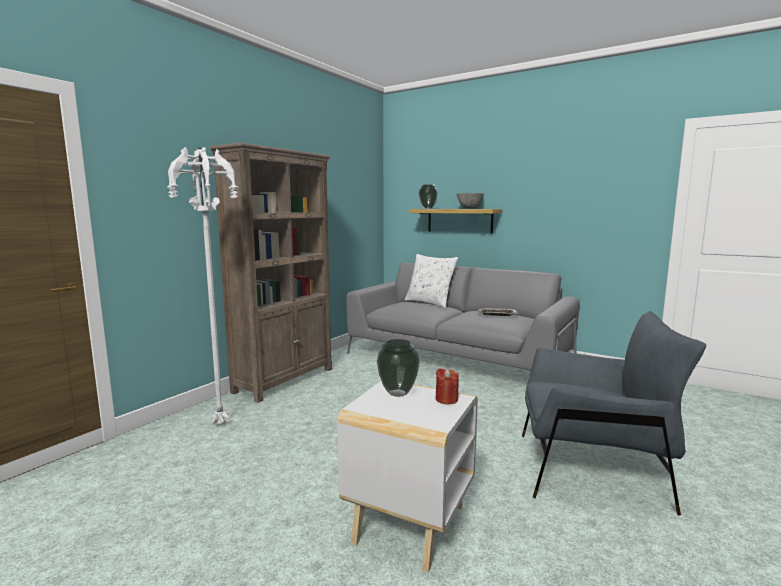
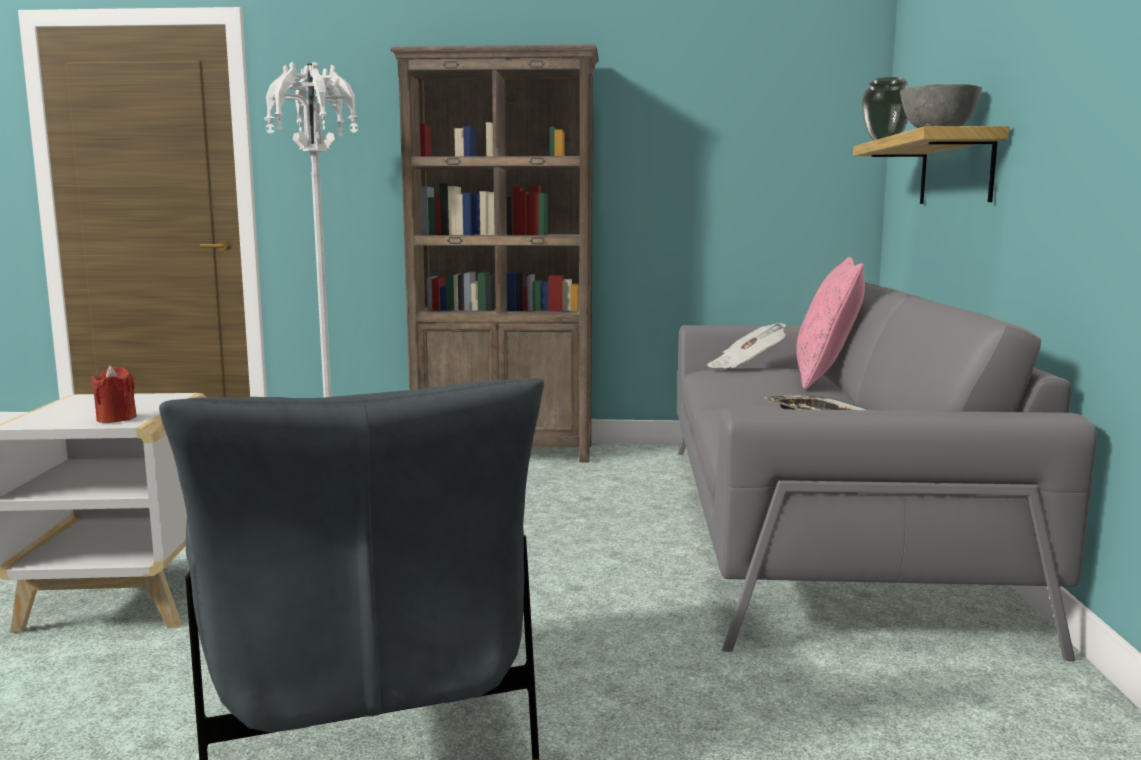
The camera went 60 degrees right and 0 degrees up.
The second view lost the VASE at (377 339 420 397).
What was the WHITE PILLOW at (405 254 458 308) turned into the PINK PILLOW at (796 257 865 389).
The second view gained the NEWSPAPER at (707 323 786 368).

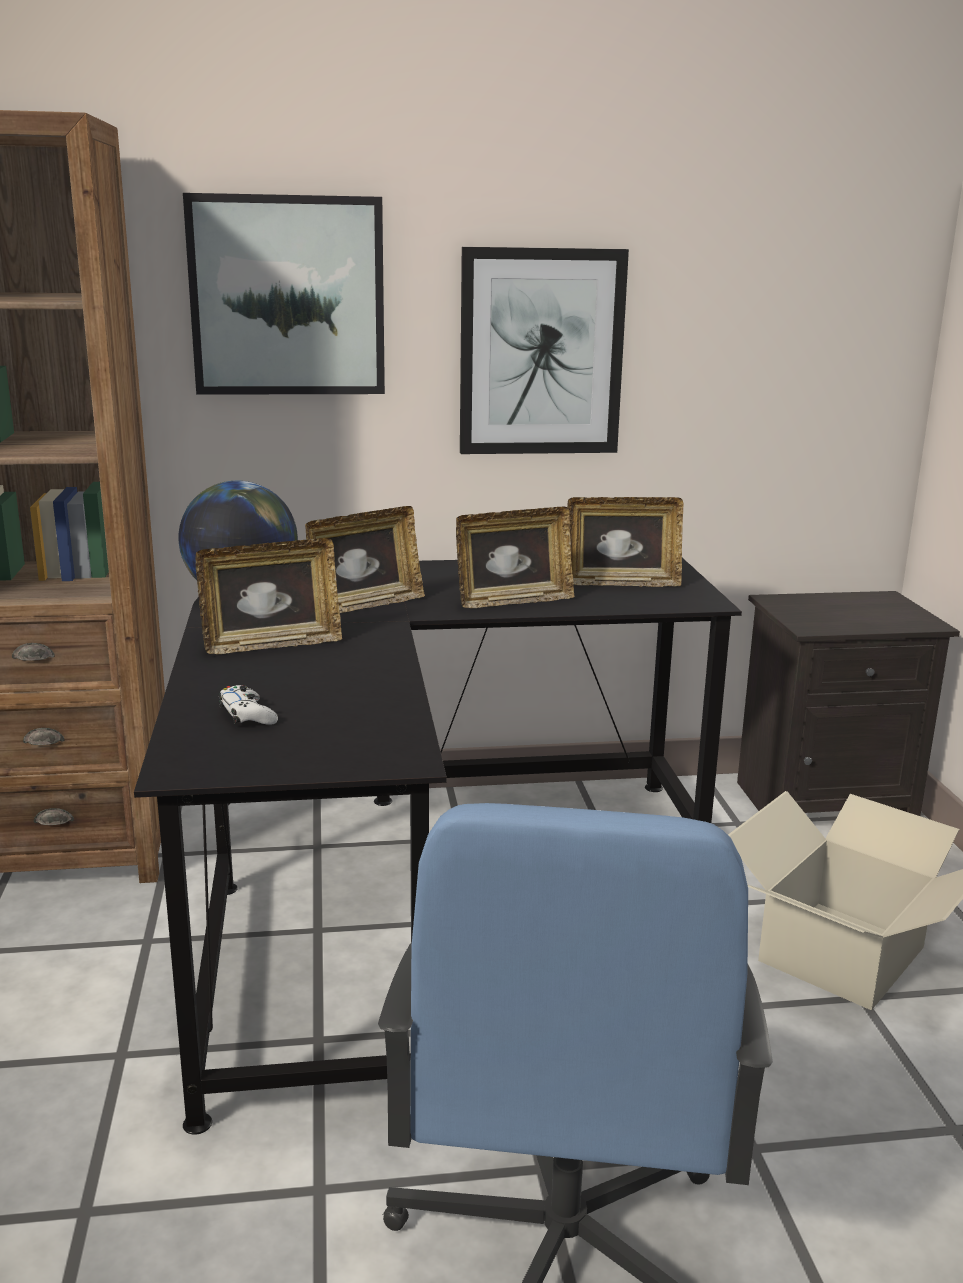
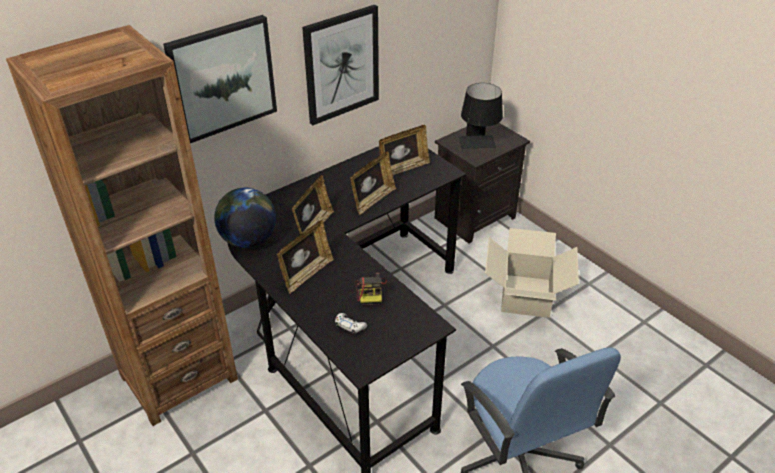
The camera went 30 degrees left and 20 degrees up.
The second view gained the PHOTO CAMERA at (355 273 387 306).
The second view gained the BLACK TABLE LAMP at (459 83 503 149).

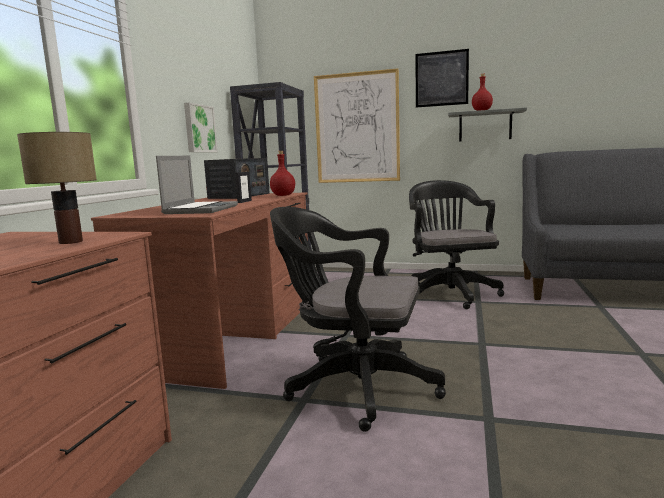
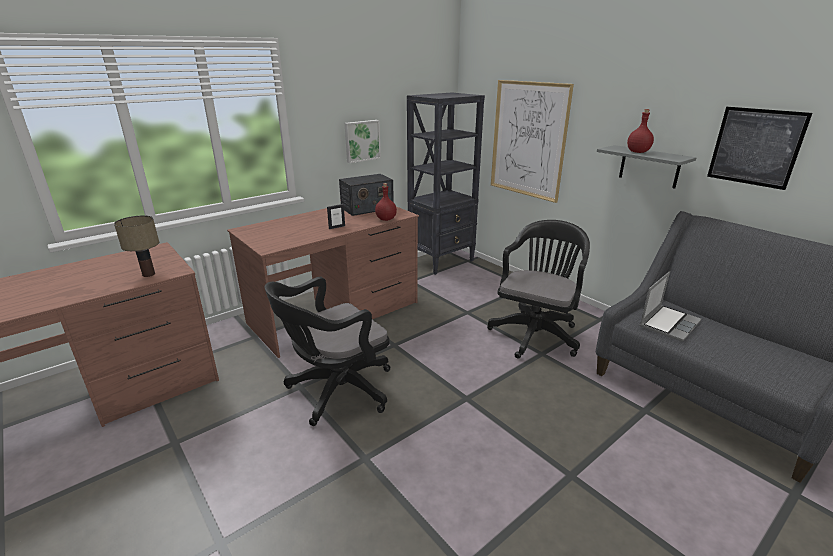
The camera went 35 degrees right and 15 degrees up.
The LAPTOP ended up elsewhere, having gone from (156 156 238 214) to (640 271 701 342).
The BLACK OFFICE CHAIR at (270 207 446 432) ended up facing another way, 90 degrees counterclockwise from before.
The PICTURE ended up elsewhere, having gone from (415 49 469 108) to (707 107 813 190).

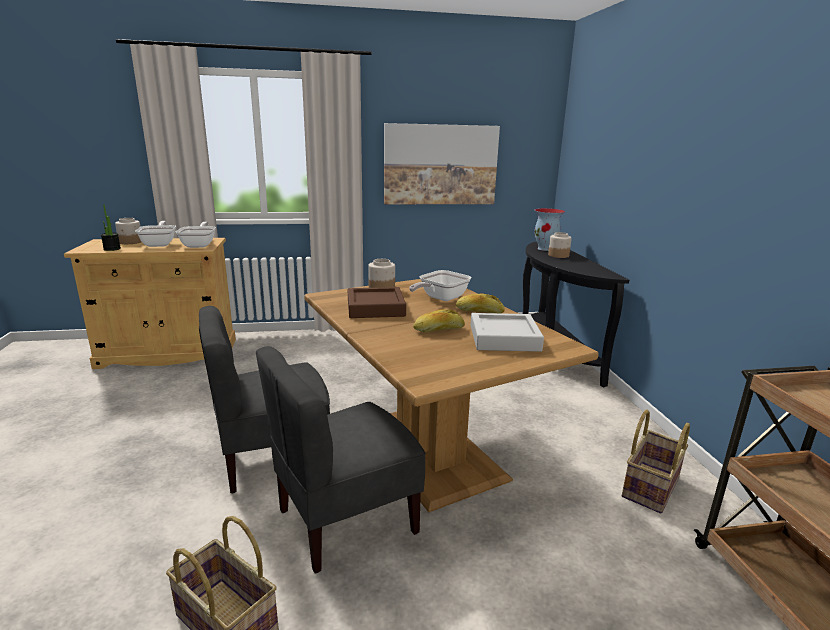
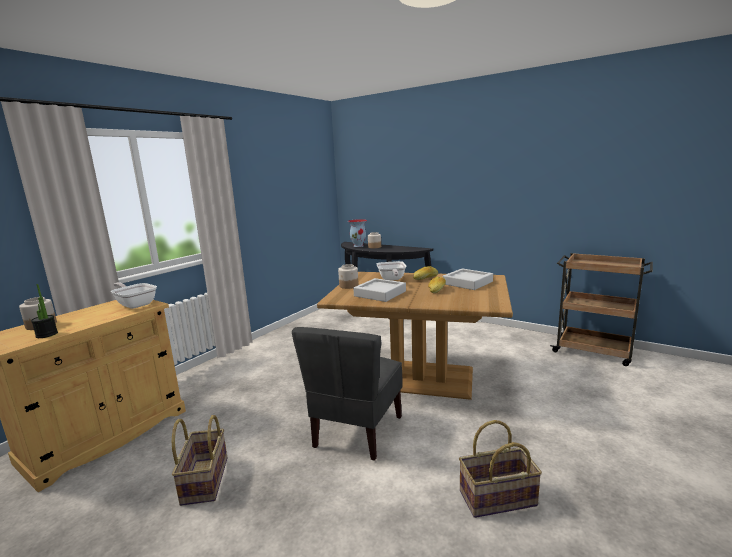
The camera went 45 degrees left and 5 degrees down.
The second view lost the FRYING PAN at (135 221 176 247).
The second view lost the GREY CHAIR at (256 346 426 573).
What was the BROWN TRAY at (348 287 406 318) turned into the GREY TRAY at (353 278 406 302).
The second view lost the PICTURE at (384 123 500 204).
The BASKET ended up elsewhere, having gone from (622 410 690 514) to (172 415 228 506).

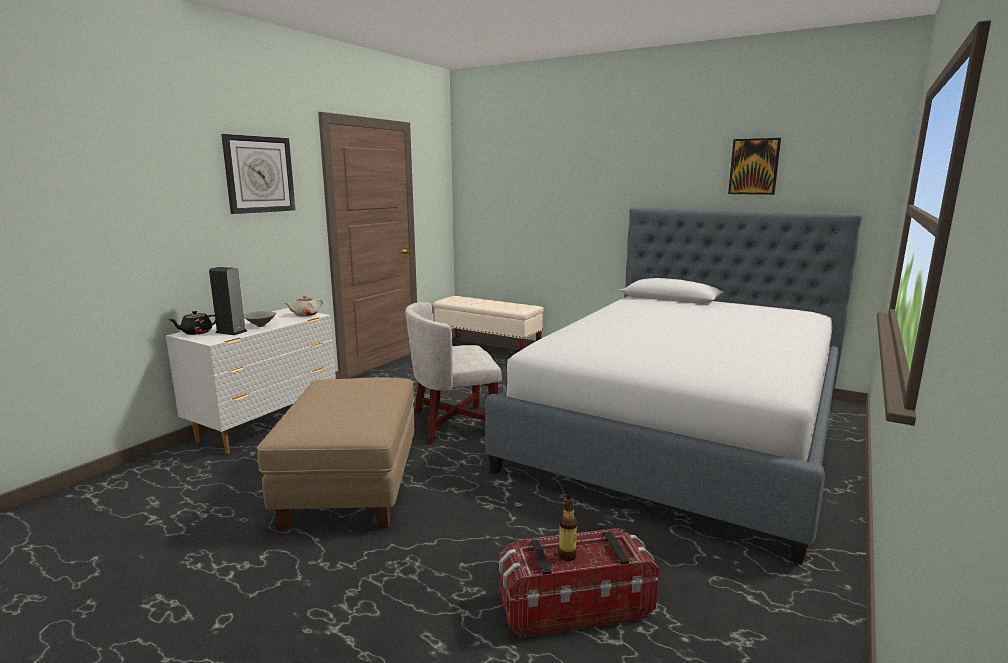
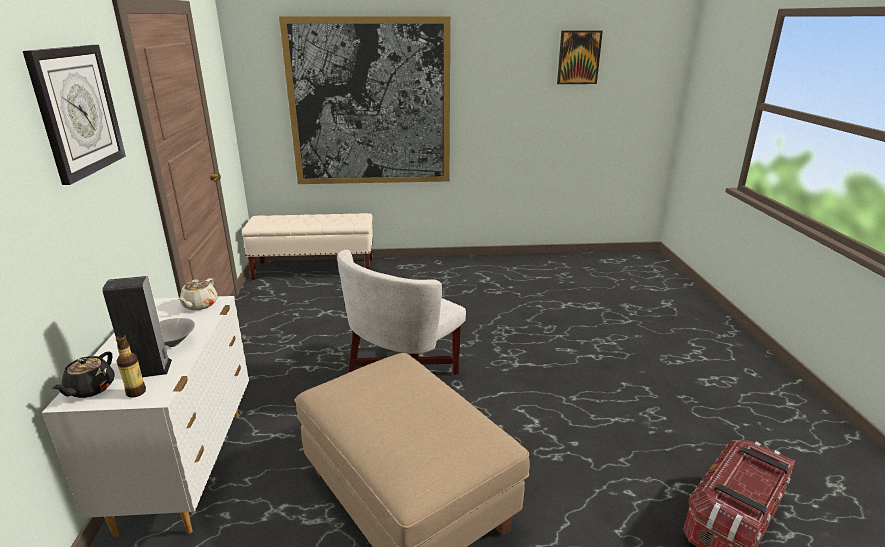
The camera went 35 degrees left and 10 degrees up.
The second view lost the BED at (485 207 862 565).
The BOTTLE ended up elsewhere, having gone from (558 496 577 561) to (116 335 146 398).
The second view gained the PICTURE at (279 17 450 184).

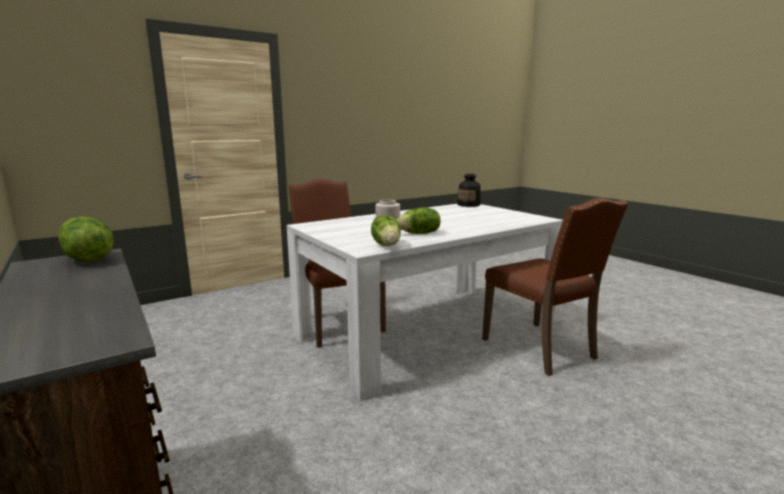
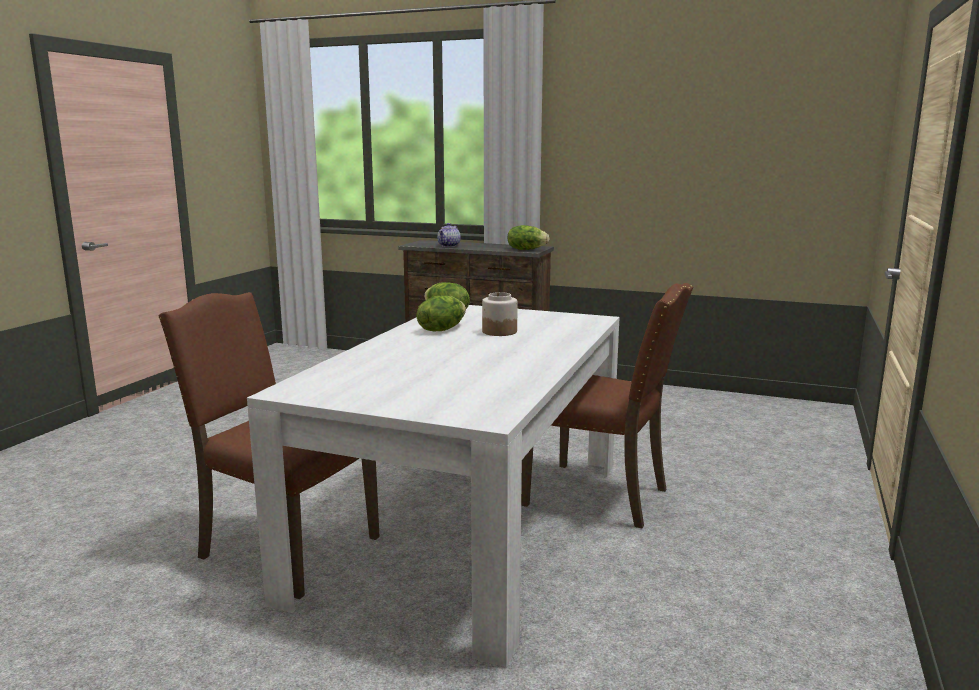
The camera went 145 degrees right and 0 degrees up.
The second view lost the BOTTLE at (457 173 480 207).
The second view gained the TEAPOT at (437 223 461 247).

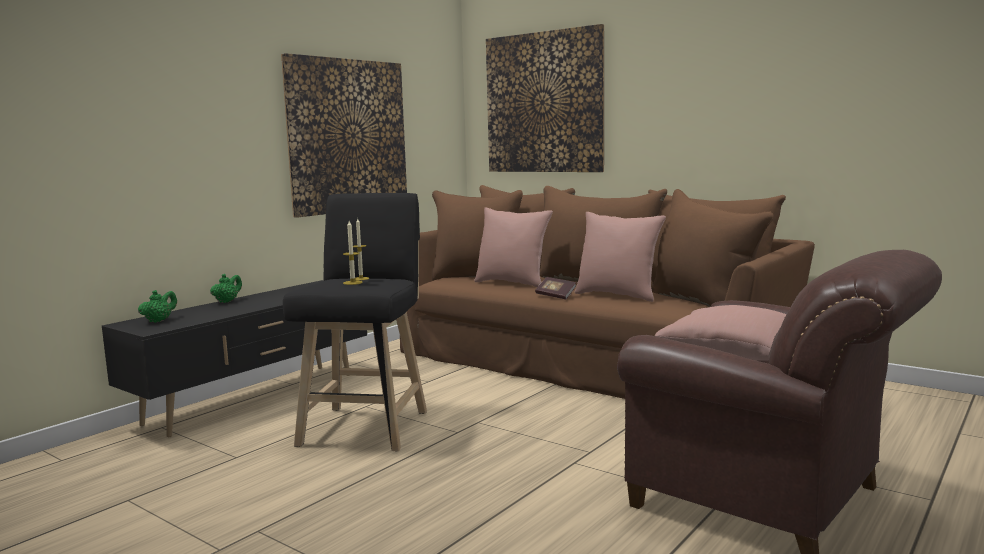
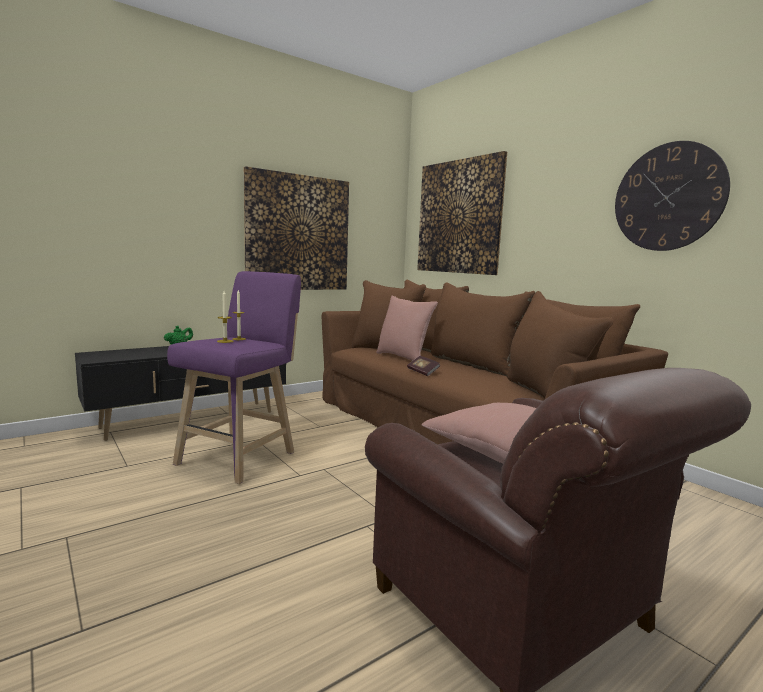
The camera went 15 degrees right and 0 degrees up.
The second view lost the GREEN TEAPOT at (138 290 177 323).
What was the BLACK STOOL at (283 193 427 452) turned into the PURPLE STOOL at (167 271 301 484).
The second view lost the PINK PILLOW at (575 212 666 302).
The second view gained the WALL CLOCK at (615 141 730 251).

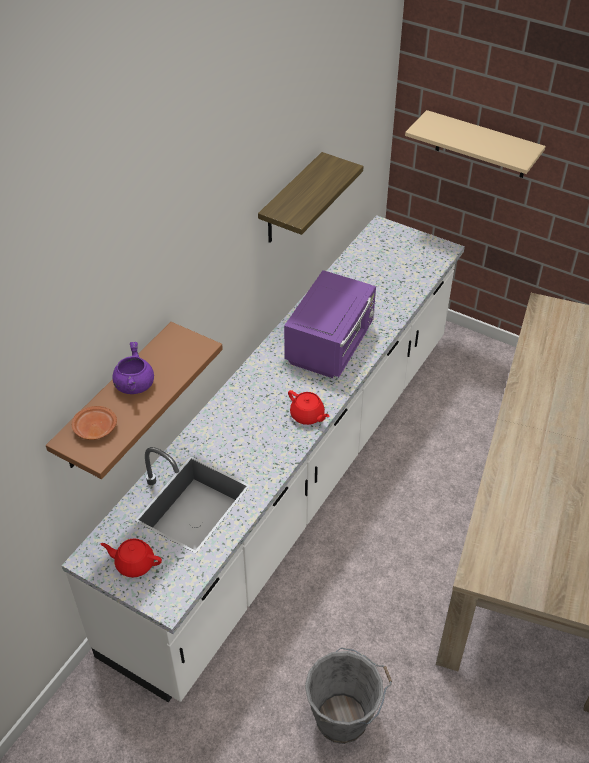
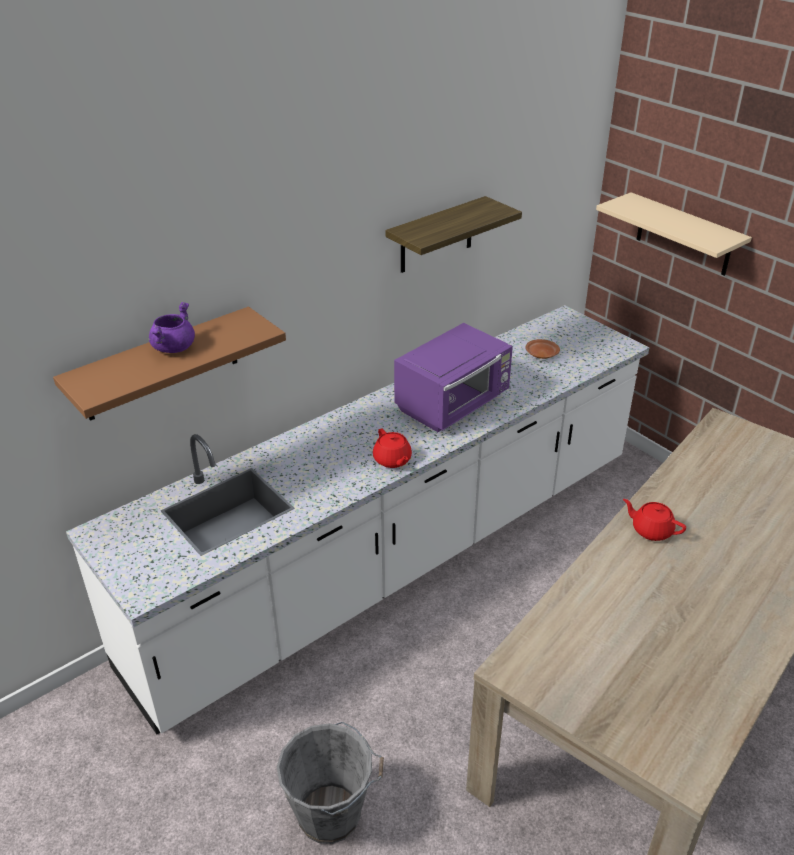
The camera went 20 degrees right and 10 degrees down.
The BROWN PLATE ended up elsewhere, having gone from (72 406 117 440) to (526 339 560 359).
The RED TEAPOT ended up elsewhere, having gone from (100 538 162 577) to (623 499 686 541).

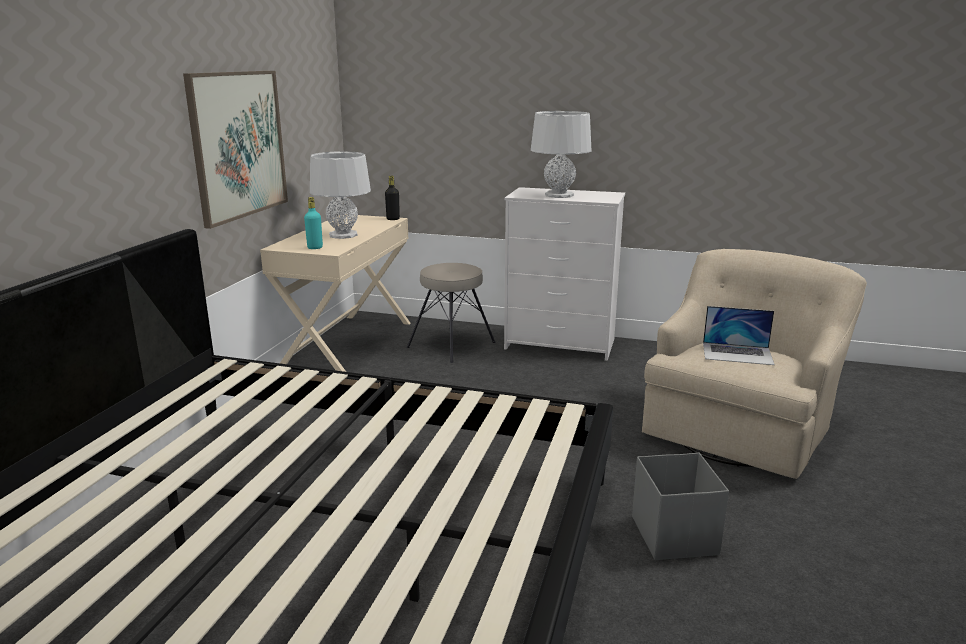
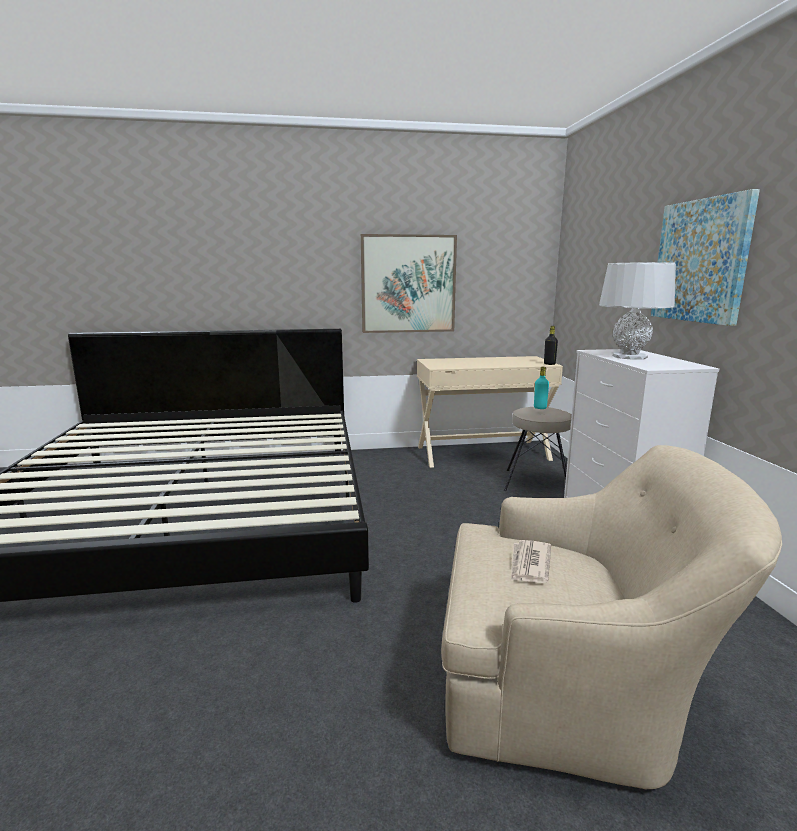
The camera went 65 degrees right and 5 degrees down.
The TURQUOISE BOTTLE ended up elsewhere, having gone from (304 197 323 249) to (534 367 549 409).
The second view lost the GREY TABLE LAMP at (310 151 371 239).
The second view lost the GREY STORAGE BOX at (632 453 729 560).
Where the LAPTOP stood at (703 306 775 365), the NEWSPAPER came to stand at (511 540 551 583).
The second view gained the PICTURE at (651 189 760 326).

